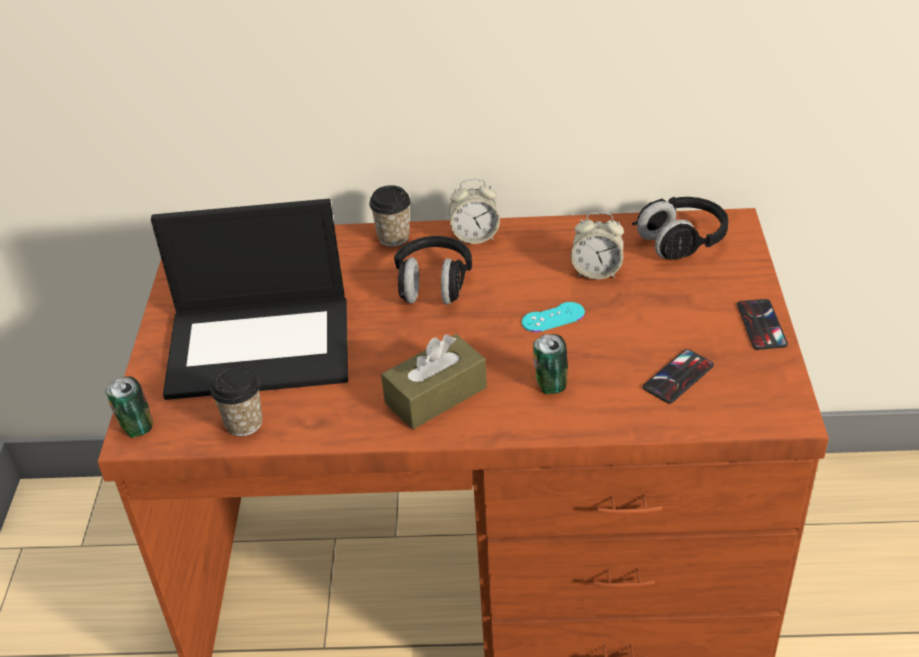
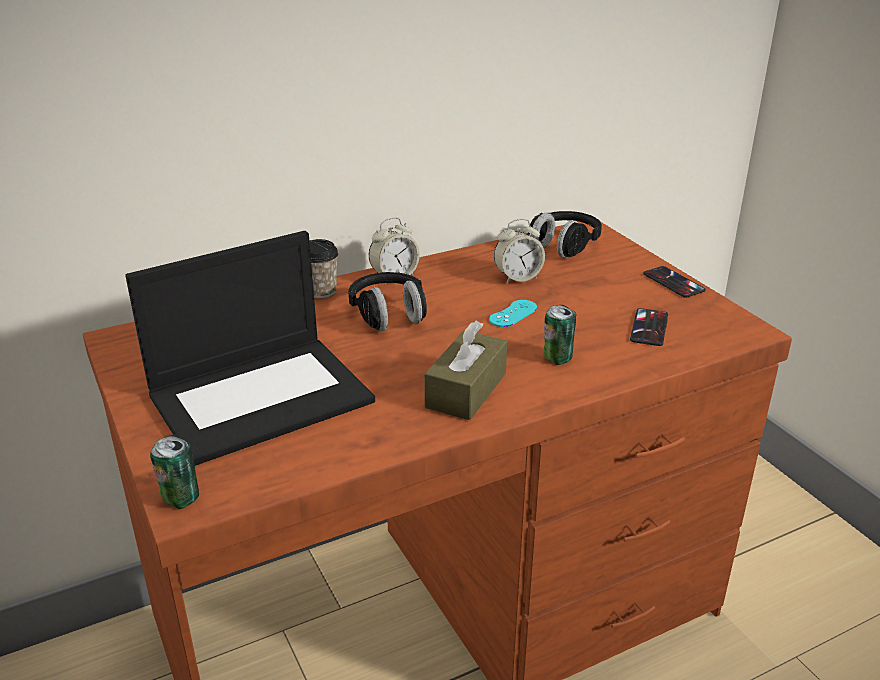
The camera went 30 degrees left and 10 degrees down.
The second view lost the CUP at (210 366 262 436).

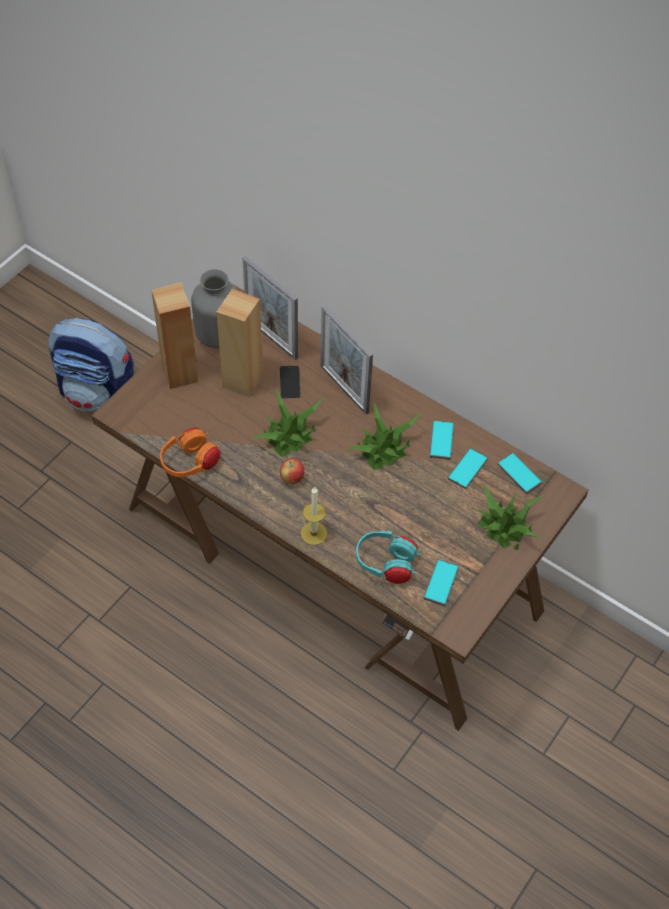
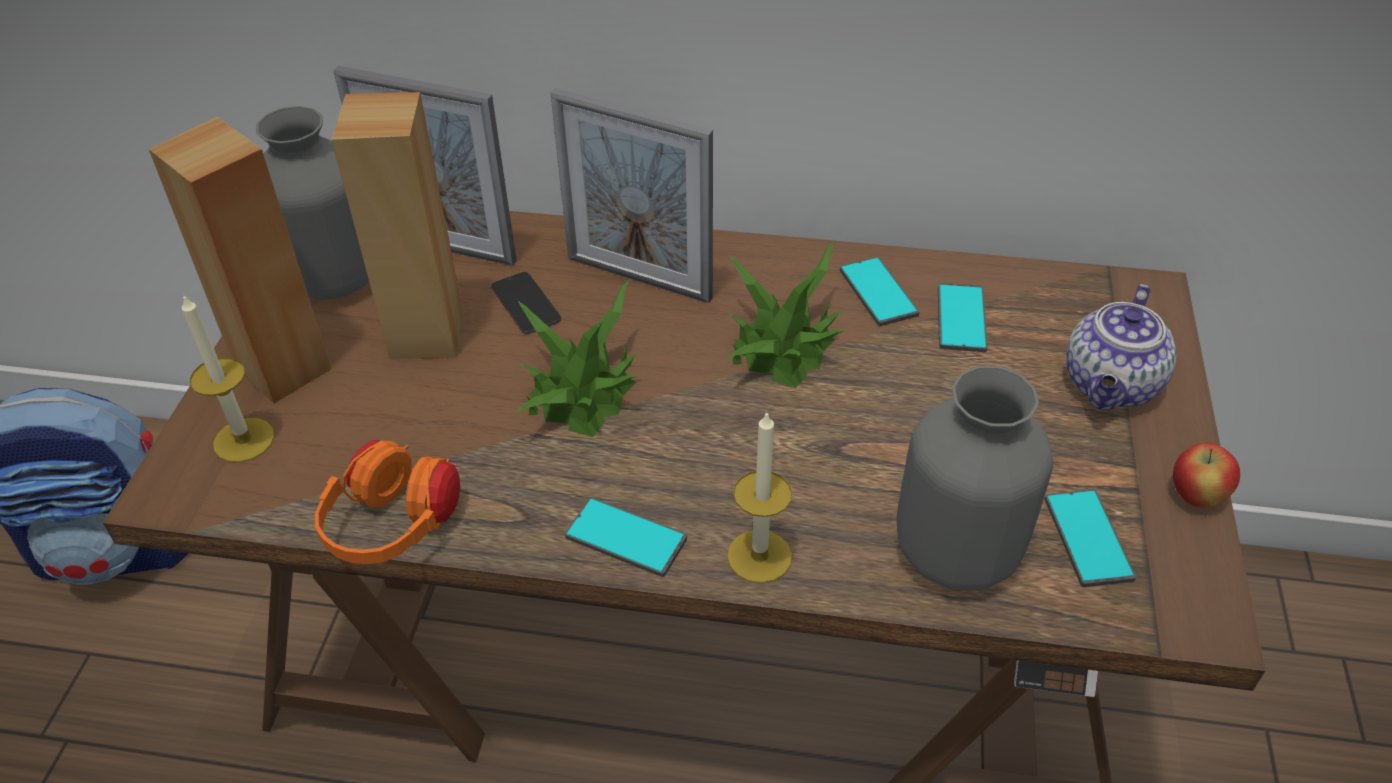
The camera went 25 degrees left and 10 degrees down.
The APPLE ended up elsewhere, having gone from (280 458 305 484) to (1173 442 1240 508).
Where the TURQUOISE HEADPHONES stood at (356 531 420 584), the GREY VASE came to stand at (896 366 1054 590).
Where the POTTED PLANT stood at (476 484 543 550), the TEAPOT came to stand at (1066 284 1177 410).
The PHONE ended up elsewhere, having gone from (497 453 543 494) to (565 497 687 577).
The second view gained the CANDLE at (182 294 274 463).

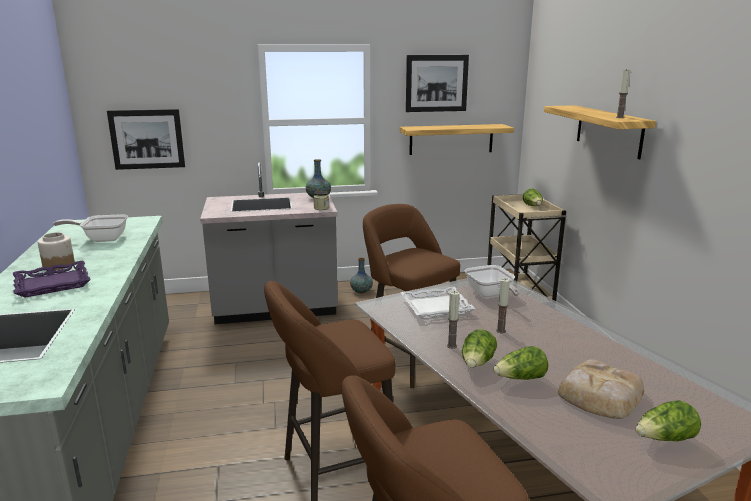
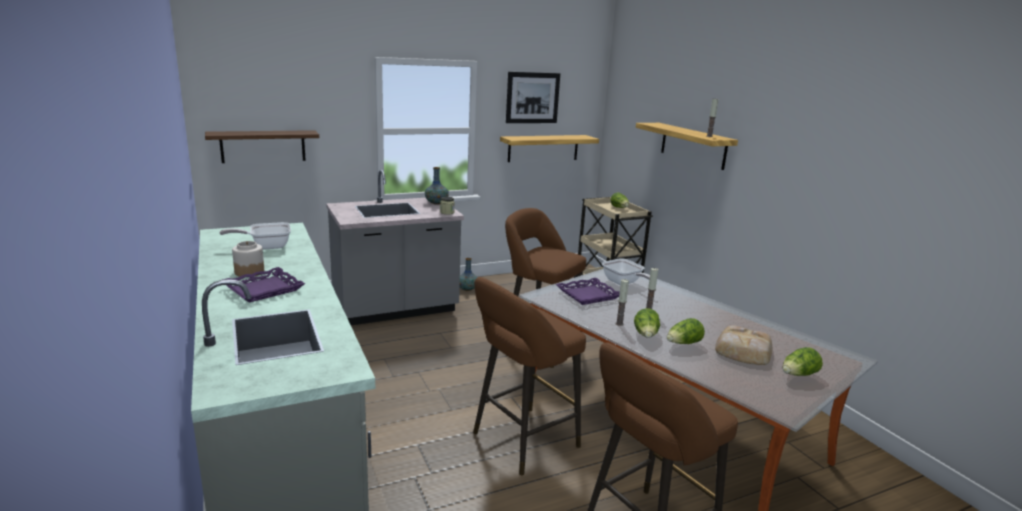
The camera went 15 degrees left and 0 degrees up.
Where the PICTURE hung at (107 109 185 170), the SHELF came to hang at (205 130 319 163).
What was the WHITE TRAY at (400 287 475 319) turned into the PURPLE TRAY at (556 278 620 305).

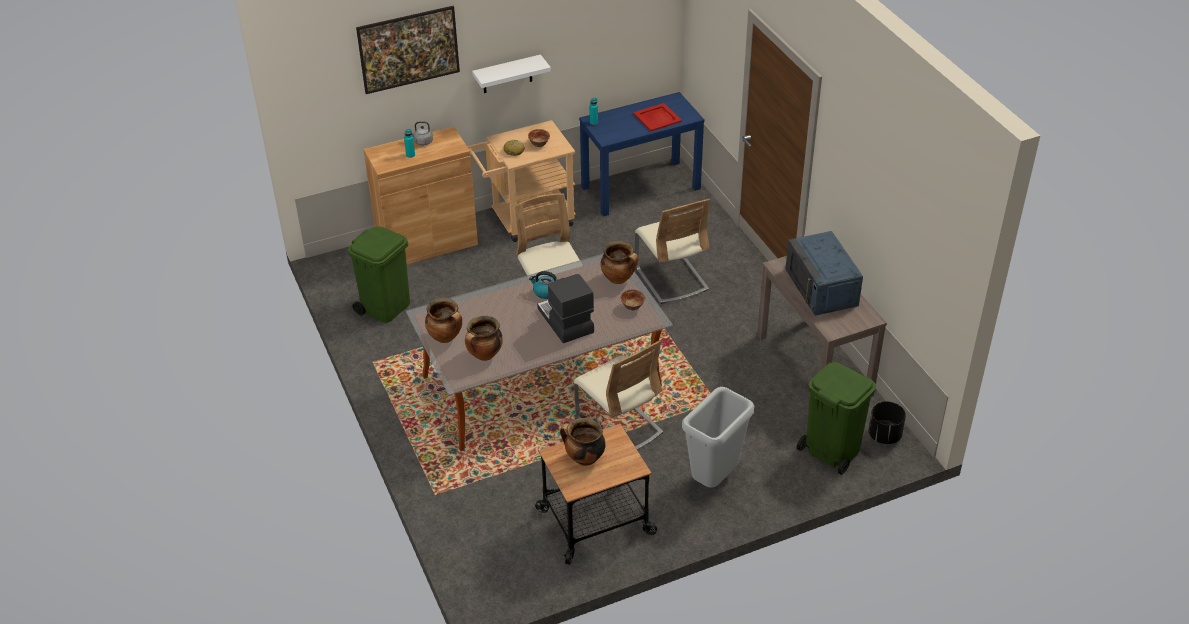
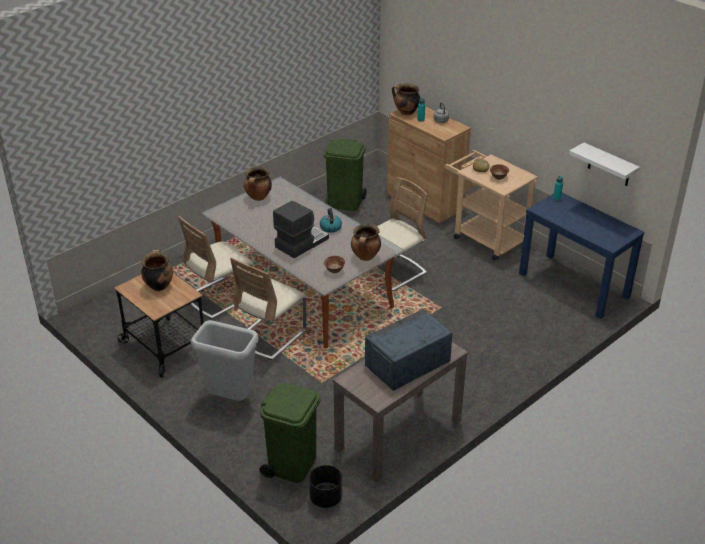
The camera went 70 degrees right and 5 degrees down.
The second view lost the PICTURE at (356 6 460 94).
The COOKING POT ended up elsewhere, having gone from (465 316 503 361) to (392 83 420 115).
The WHITE SHELF ended up elsewhere, having gone from (472 54 551 93) to (569 143 640 186).
The second view lost the RED TRAY at (633 103 682 131).
The BEIGE CHAIR ended up elsewhere, having gone from (635 199 710 304) to (178 216 253 319).

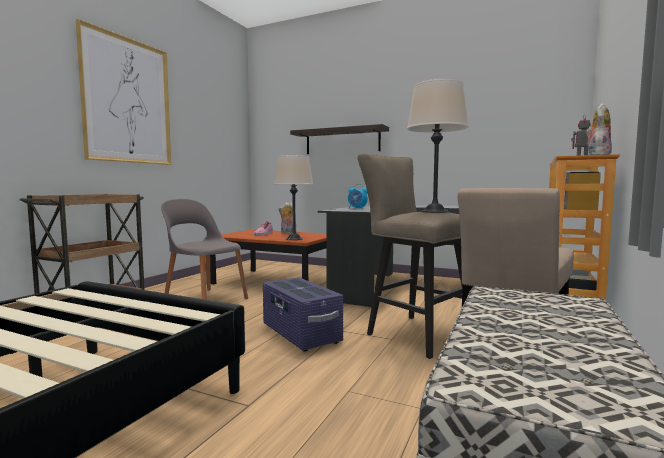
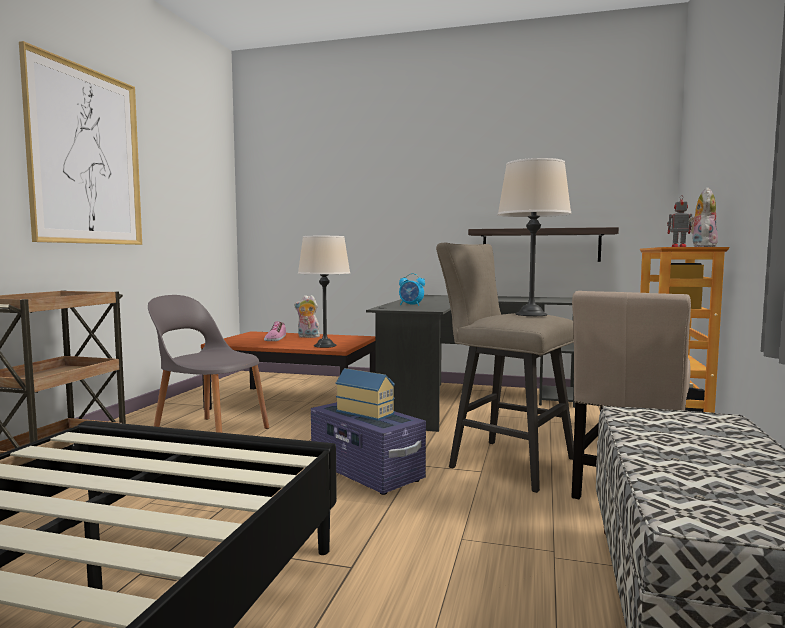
The camera went 10 degrees left and 0 degrees up.
The SHELF ended up elsewhere, having gone from (290 124 389 154) to (468 227 619 262).
The second view gained the TOY HOUSE at (336 368 395 421).

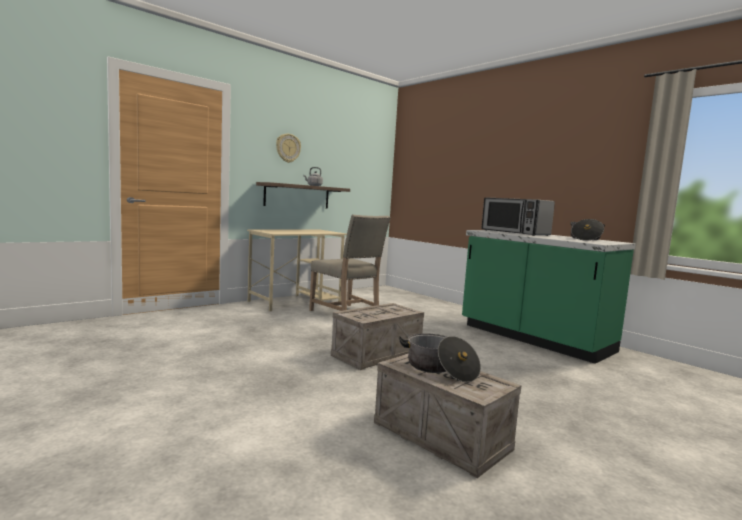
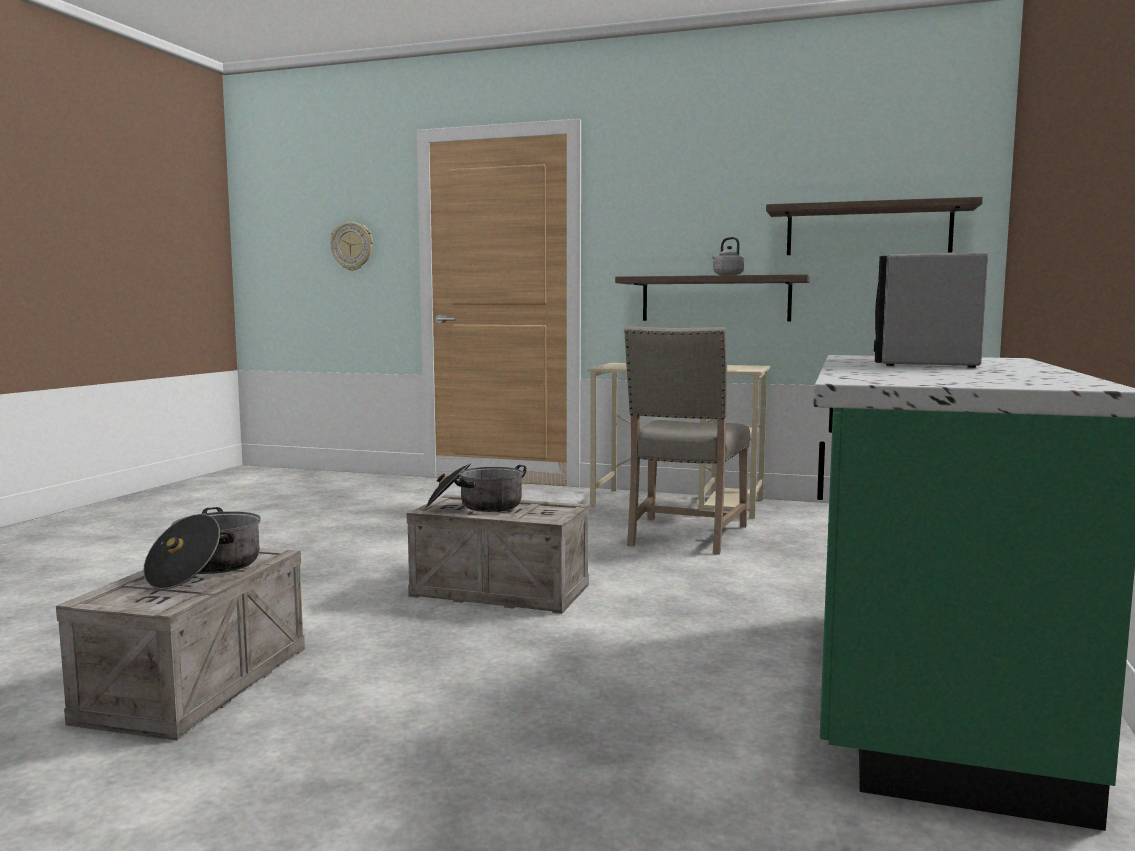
The camera went 60 degrees right and 0 degrees up.
The WALL CLOCK ended up elsewhere, having gone from (276 134 301 163) to (330 222 373 271).
The COOKING POT ended up elsewhere, having gone from (570 219 605 241) to (425 463 527 512).
The second view gained the SHELF at (766 197 983 255).

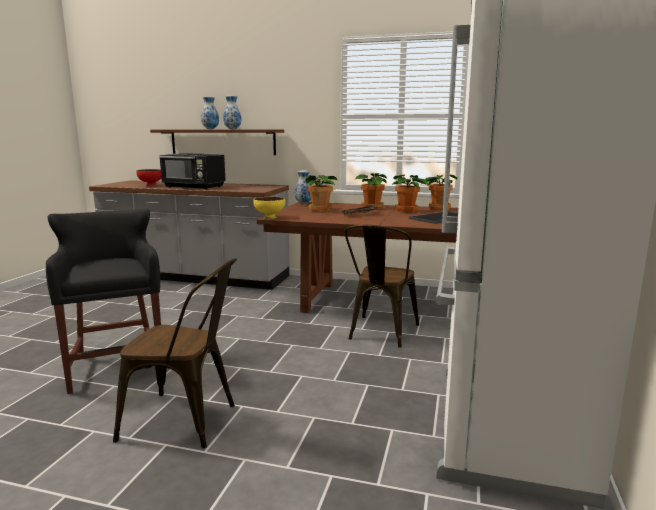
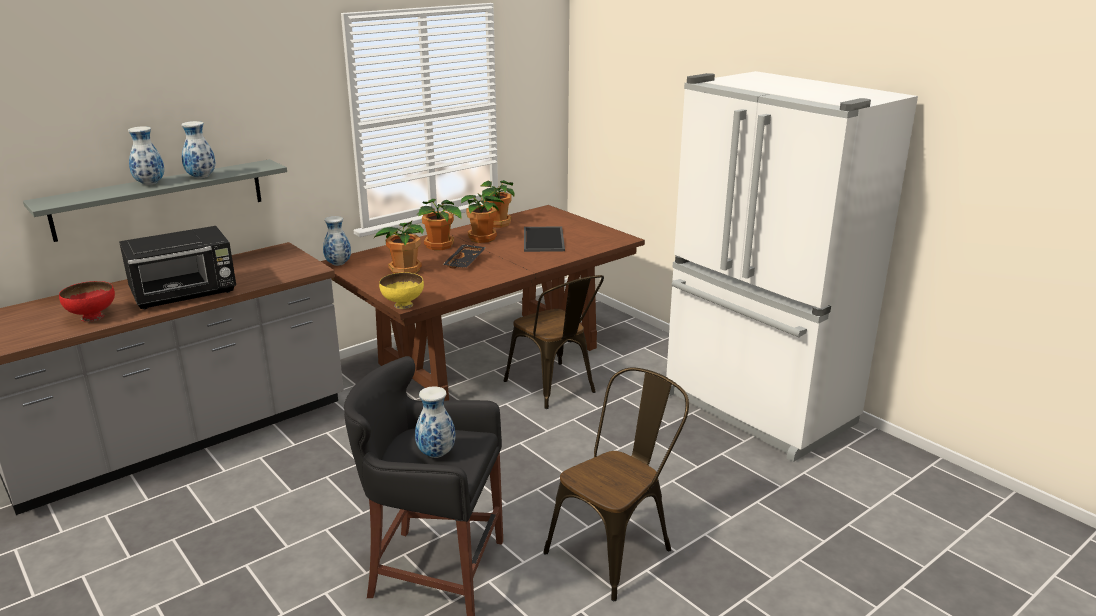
The camera went 55 degrees left and 10 degrees up.
What was the BROWN SHELF at (150 129 284 155) turned into the GREY SHELF at (23 159 287 242).
The second view gained the VASE at (415 386 456 458).

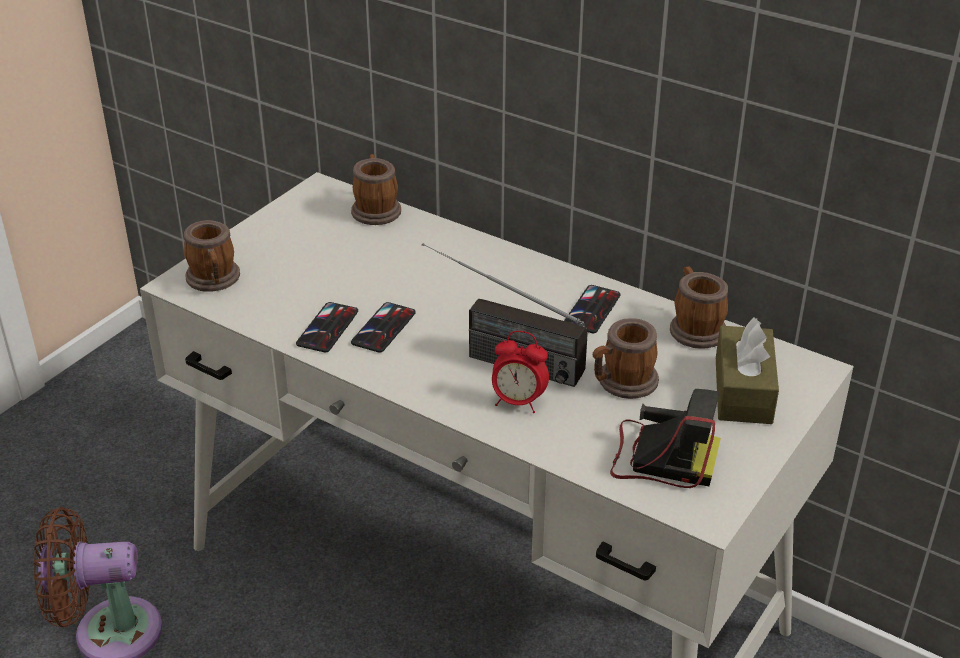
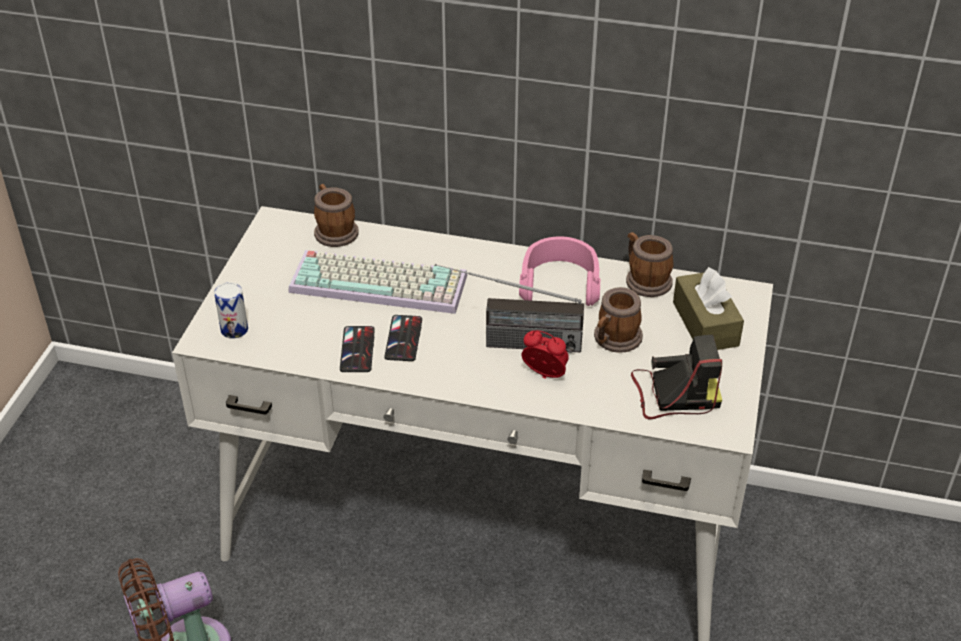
The camera went 20 degrees left and 5 degrees up.
Where the MUG stood at (184 220 240 292), the CAN came to stand at (214 282 248 339).
The ALARM CLOCK at (492 331 549 413) ended up facing another way, 150 degrees counterclockwise from before.
Where the PHONE stood at (564 285 620 333), the PINK HEADPHONES came to stand at (519 236 600 306).
The second view gained the KEYBOARD at (288 250 467 314).

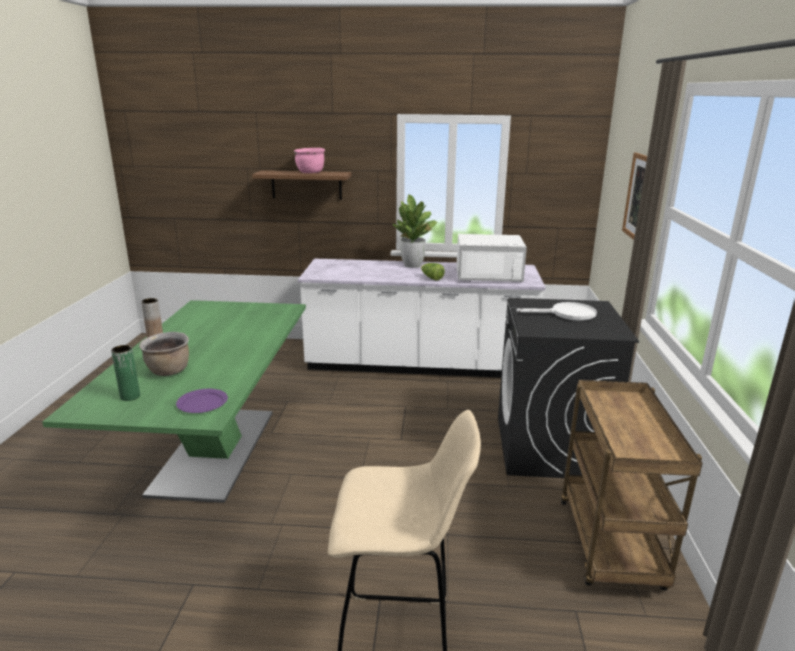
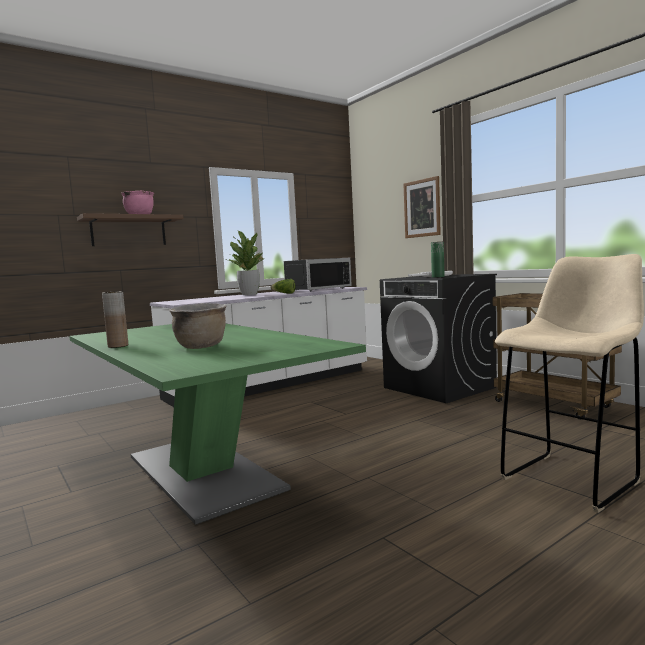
The camera went 40 degrees left and 15 degrees down.
The GREEN VASE ended up elsewhere, having gone from (111 345 140 401) to (431 242 445 278).
The second view lost the PURPLE PLATE at (176 389 228 413).
What was the WHITE MICROWAVE at (457 234 527 282) turned into the BLACK MICROWAVE at (284 258 352 291).

